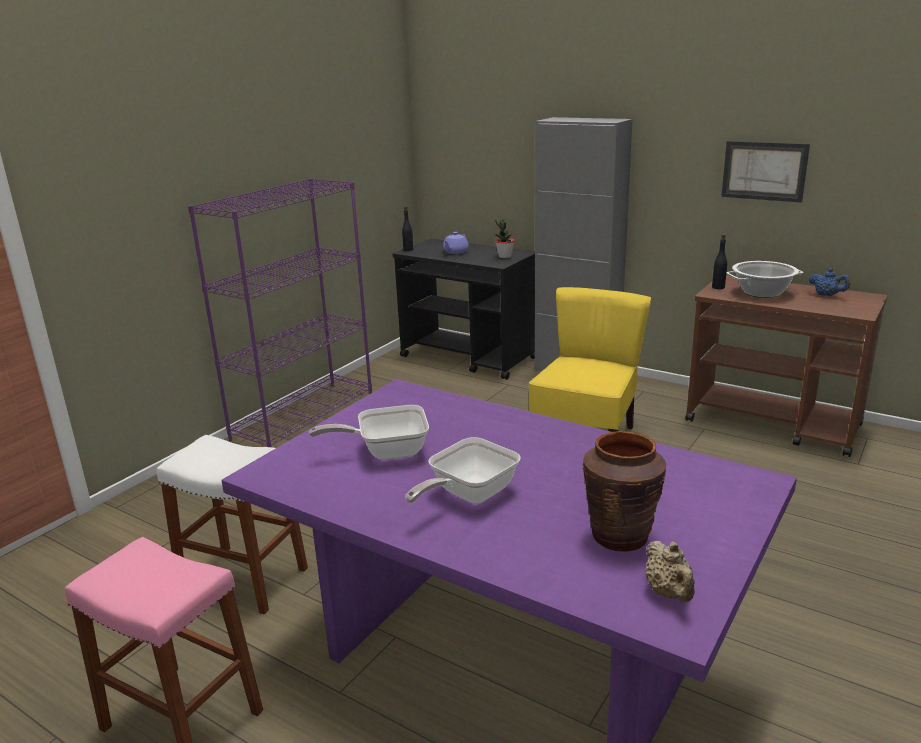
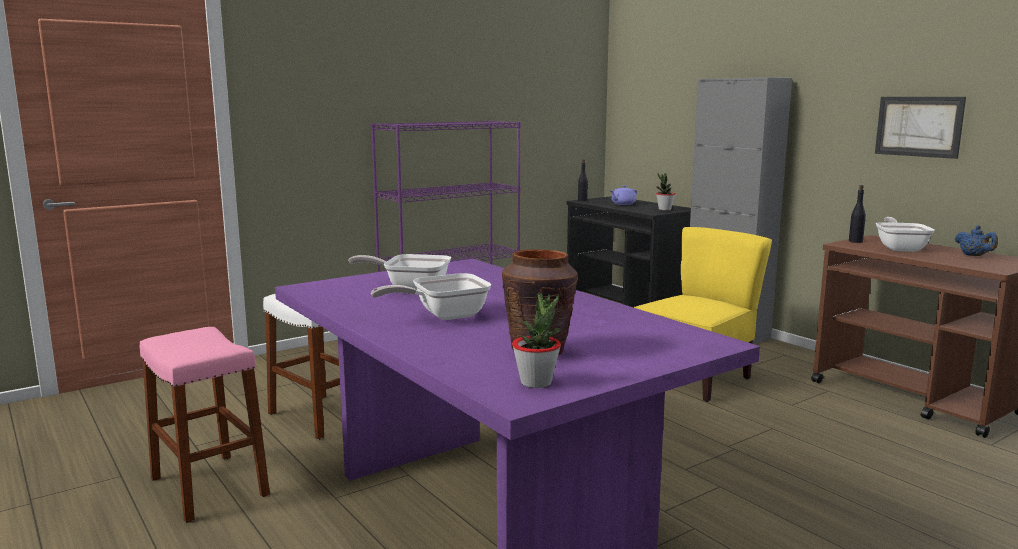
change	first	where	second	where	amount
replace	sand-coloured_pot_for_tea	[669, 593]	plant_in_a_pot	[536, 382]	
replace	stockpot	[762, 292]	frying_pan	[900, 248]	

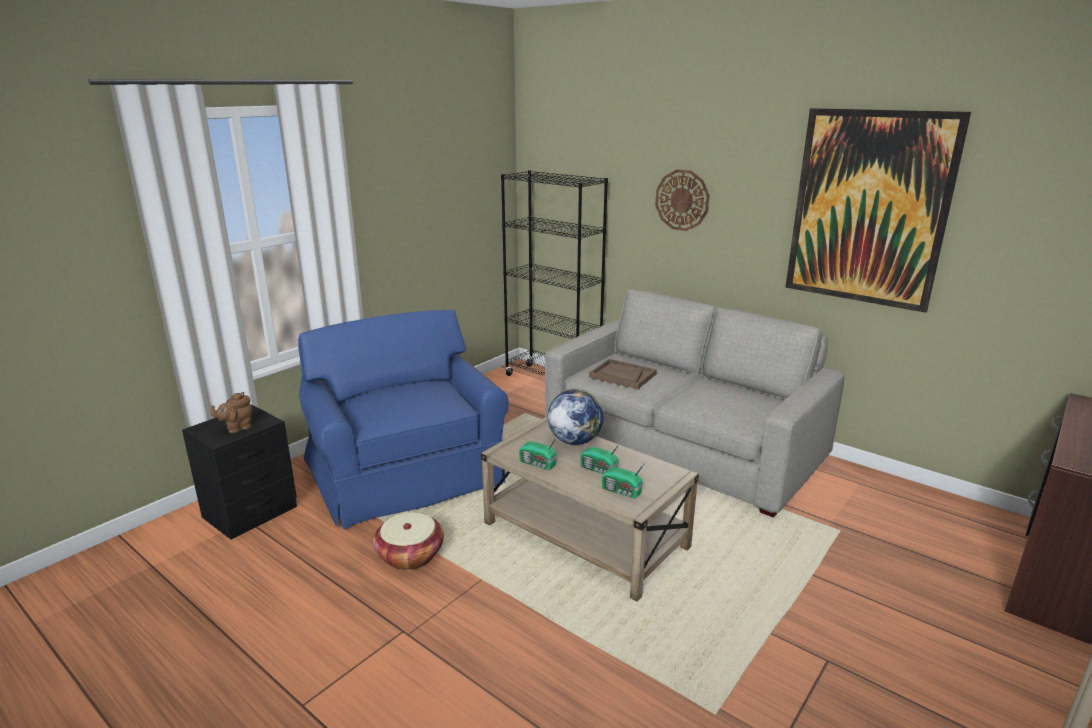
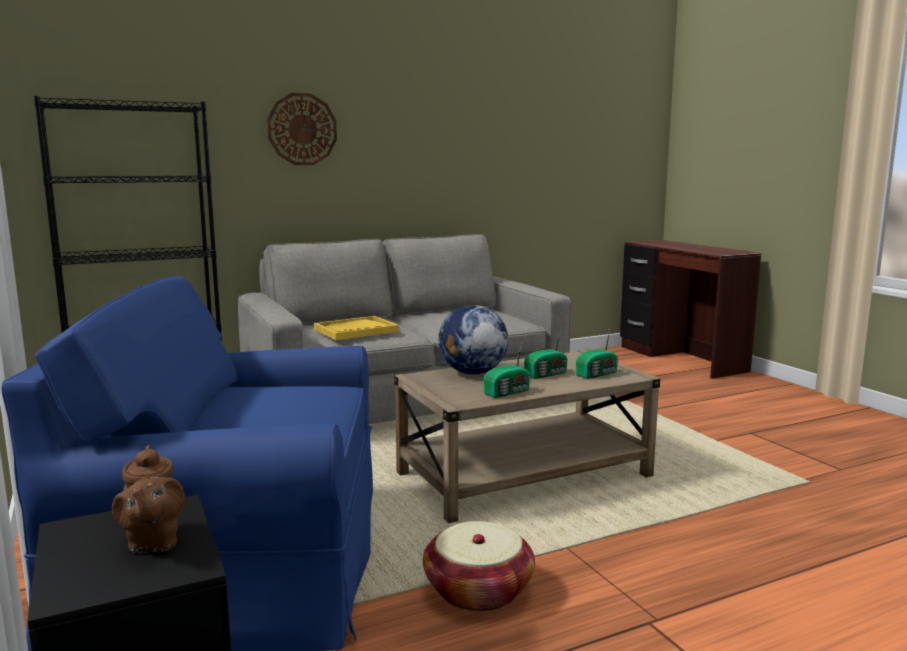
change	first	where	second	where	amount
recolor	brown-coloured_serving_tray	[622, 375]	yellow_serving_tray	[356, 330]	
delete	wall_art	[868, 209]			

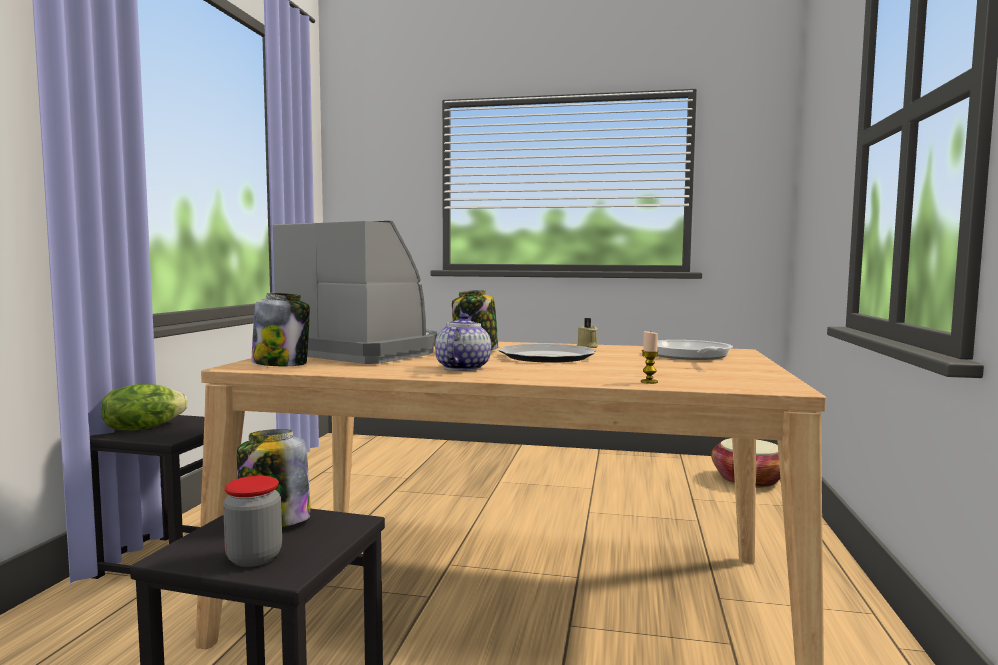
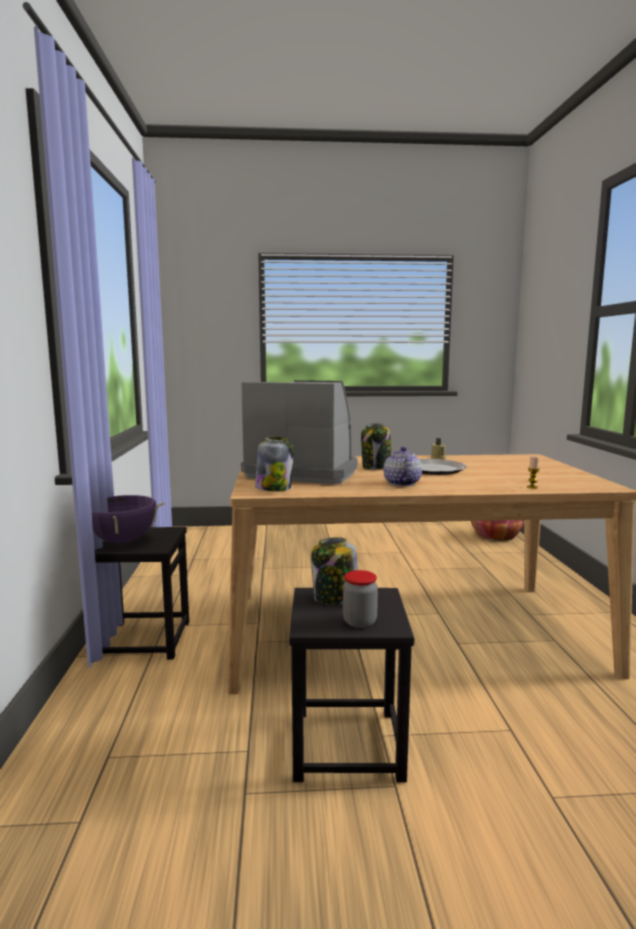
change	first	where	second	where	amount
replace	lettuce_head	[143, 428]	purple-coloured_stockpot	[121, 541]	
delete	frying_pan	[690, 356]			

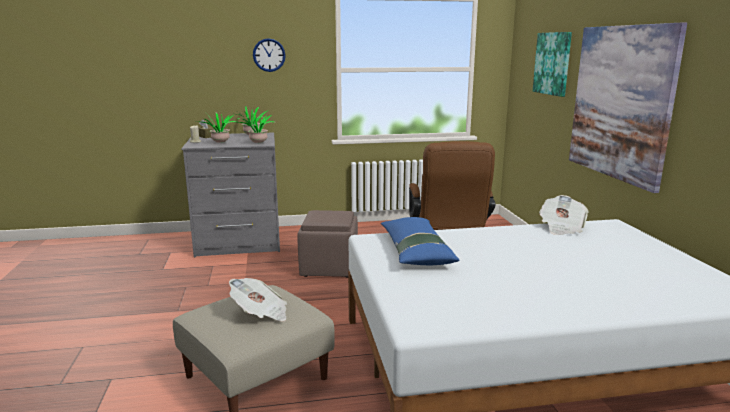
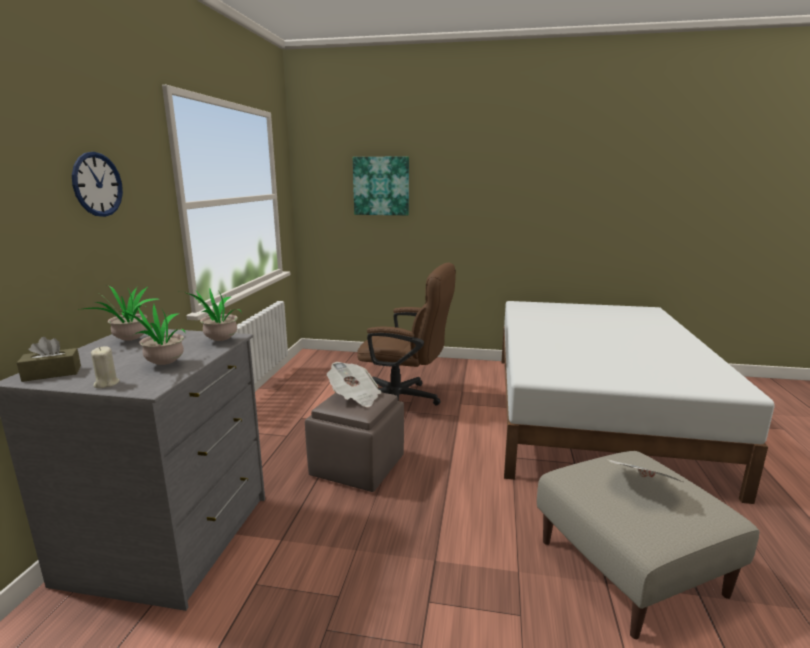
change	first	where	second	where	amount
delete	blue-coloured_pillow	[415, 251]			
move	newspaper	[561, 228]		[355, 397]	
delete	wall_art	[620, 103]			

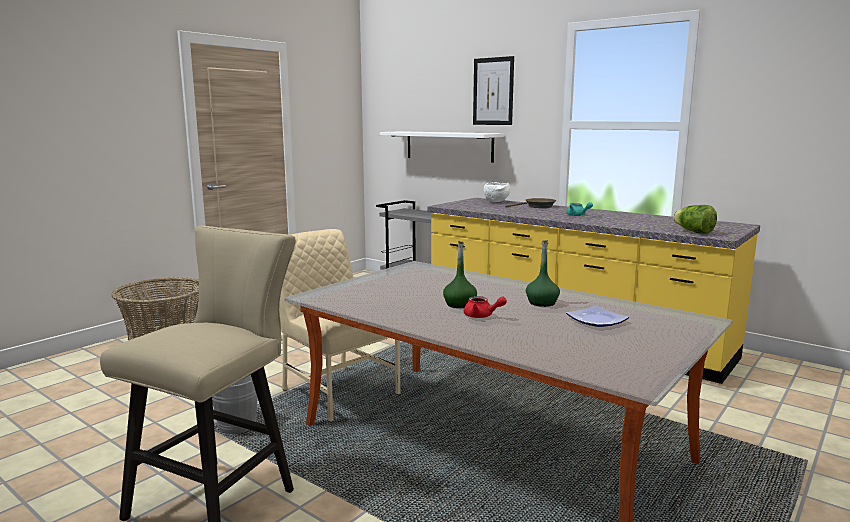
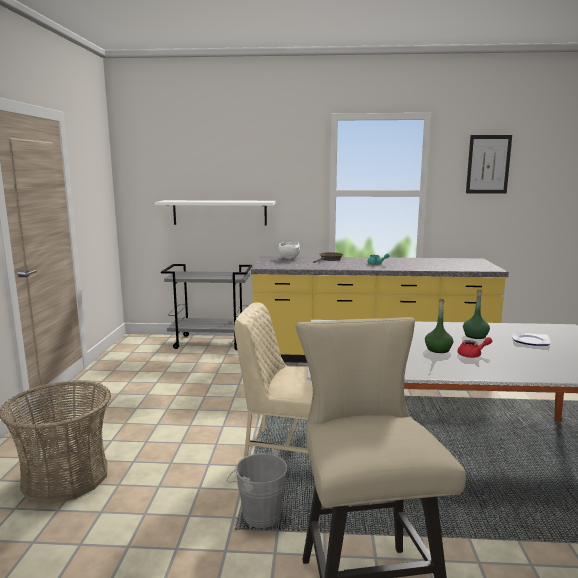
change	first	where	second	where	amount
move	wall_art	[493, 91]		[488, 164]	
delete	lettuce_head	[694, 232]			

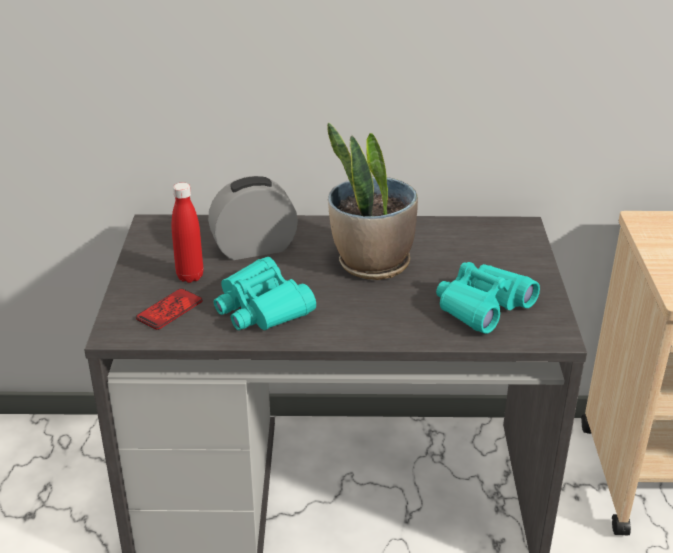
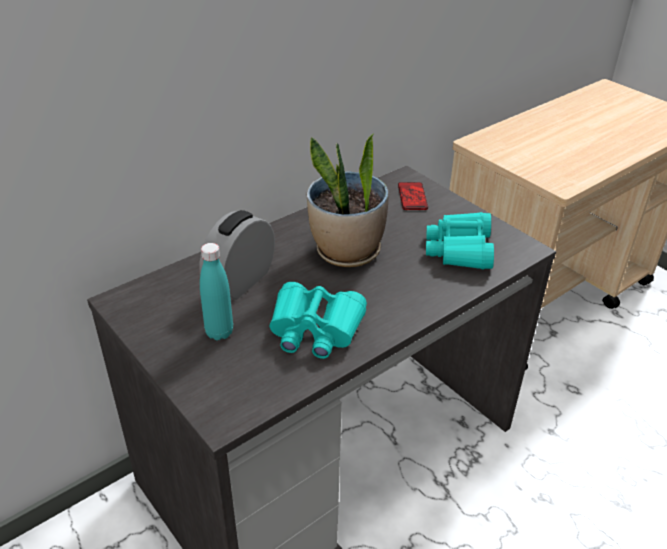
change	first	where	second	where	amount
move	telephone	[169, 310]		[412, 197]	
recolor	reddish_drink_bottle	[190, 276]	turquoise_drink_bottle	[219, 332]	

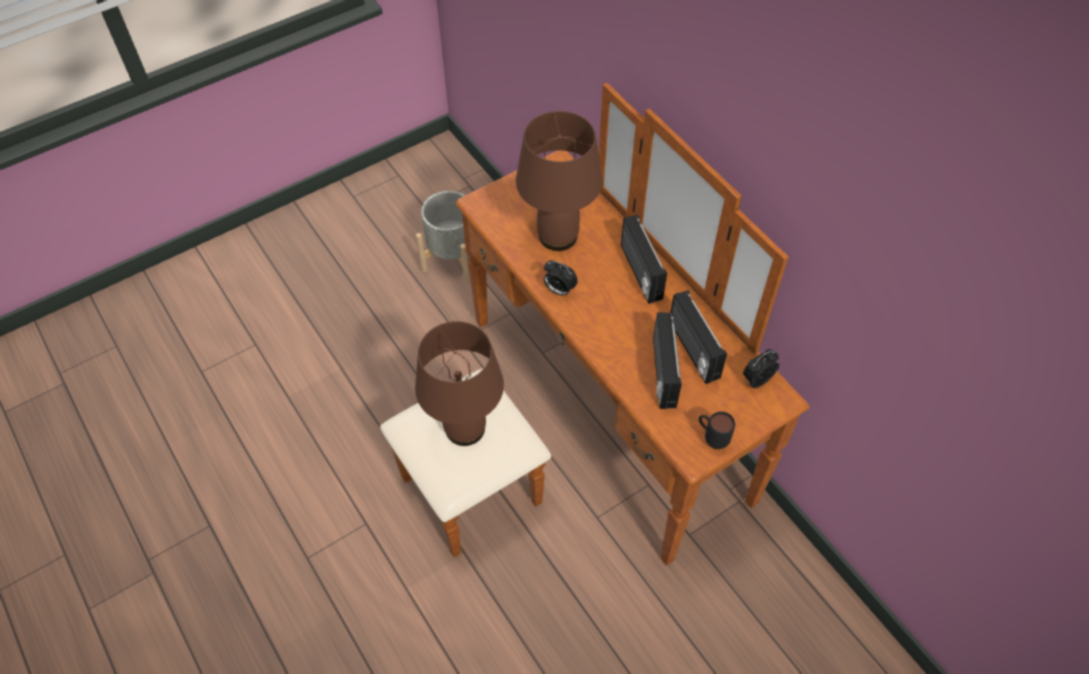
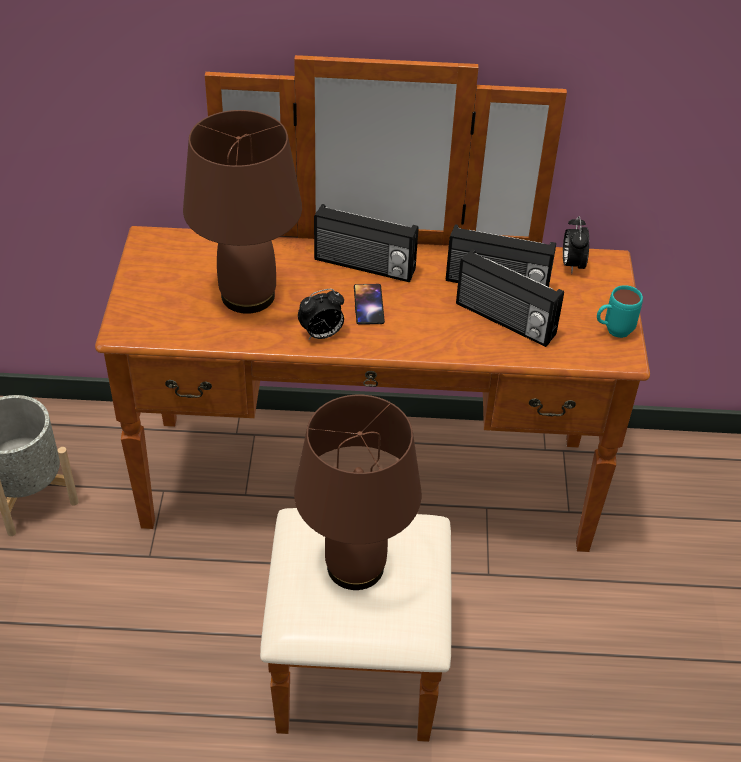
change	first	where	second	where	amount
recolor	black_coffee_mug	[711, 438]	turquoise_coffee_mug	[612, 331]	
insert			telephone	[368, 304]	

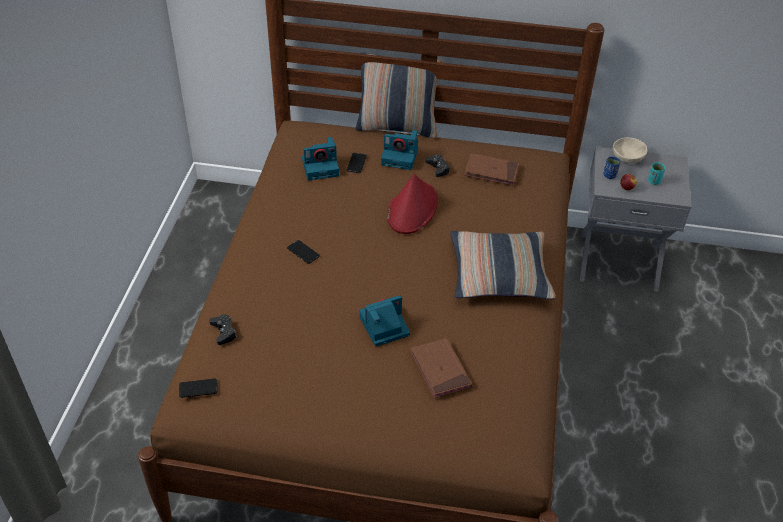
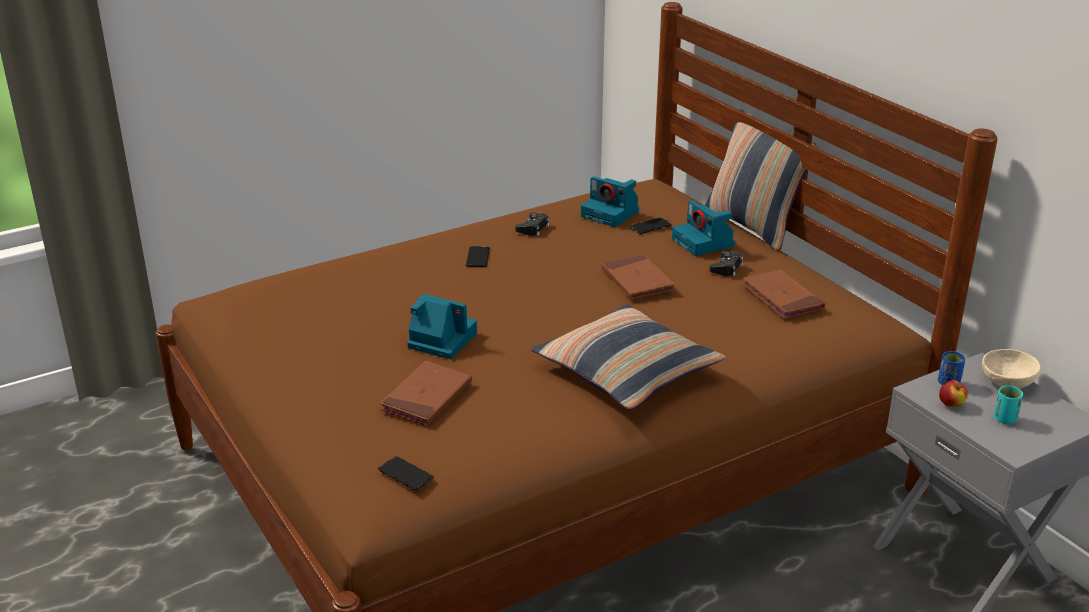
change	first	where	second	where	amount
move	telephone	[198, 388]		[405, 474]	
move	black_joypad	[223, 332]		[533, 228]	
replace	reddish_wearable_hat	[412, 209]	brown-coloured_volume	[637, 281]	

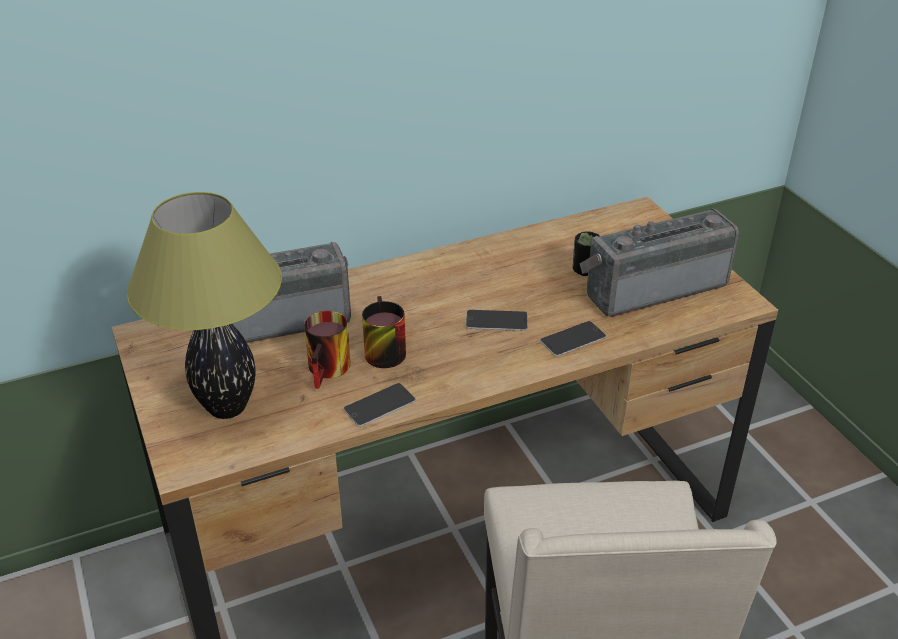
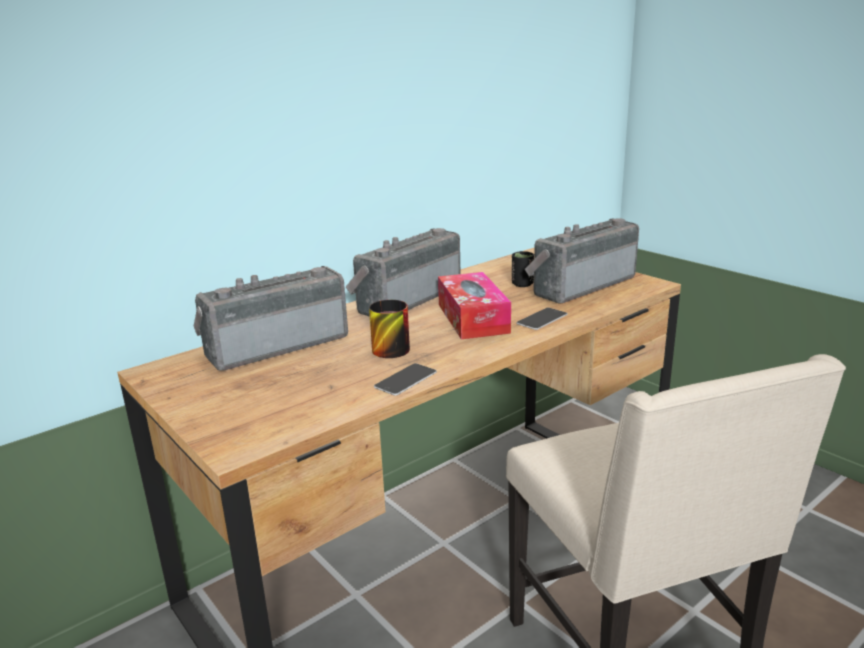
change	first	where	second	where	amount
delete	table_lamp	[227, 406]			
delete	coffee_mug	[331, 370]			
replace	telephone	[496, 321]	box_of_tissues	[472, 318]	
insert			radio	[406, 299]	

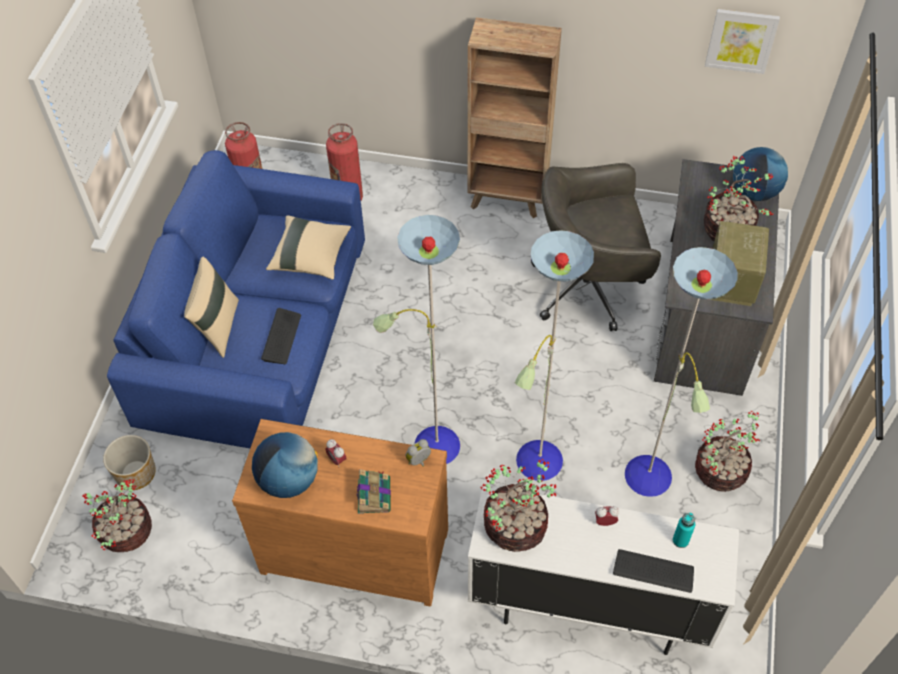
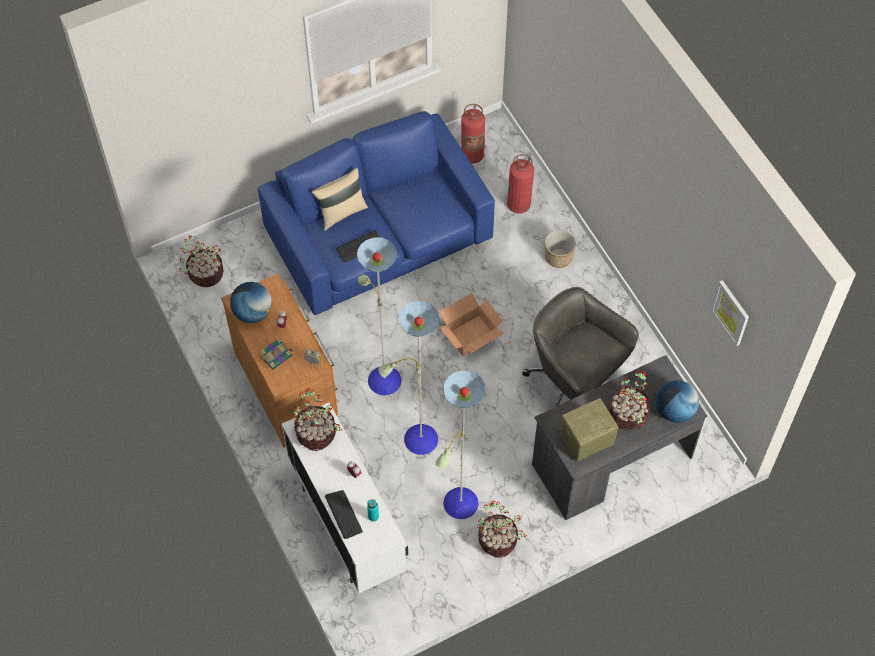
change	first	where	second	where	amount
move	plant_pot	[135, 473]		[558, 256]	
delete	sand-coloured_pillow	[310, 256]			
delete	brown-coloured_bookcase	[508, 199]			
insert			packing_box	[471, 336]	

